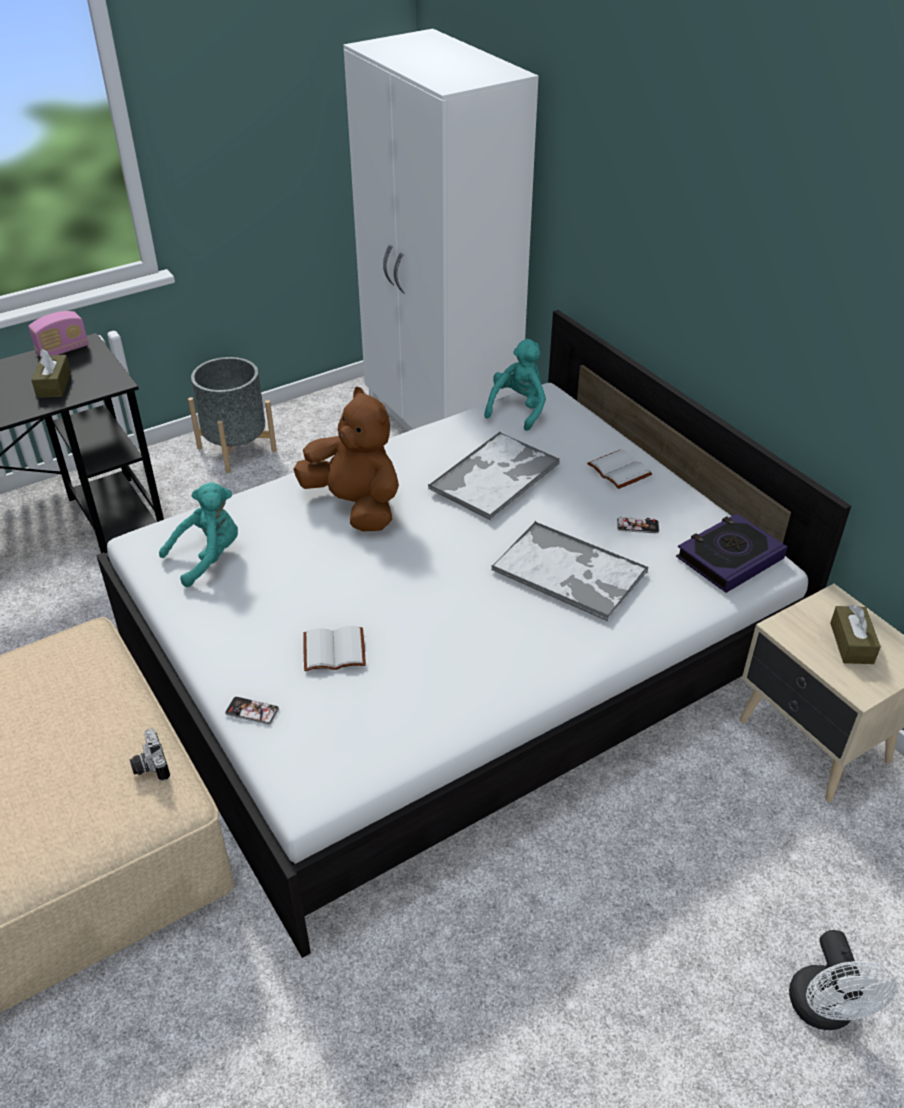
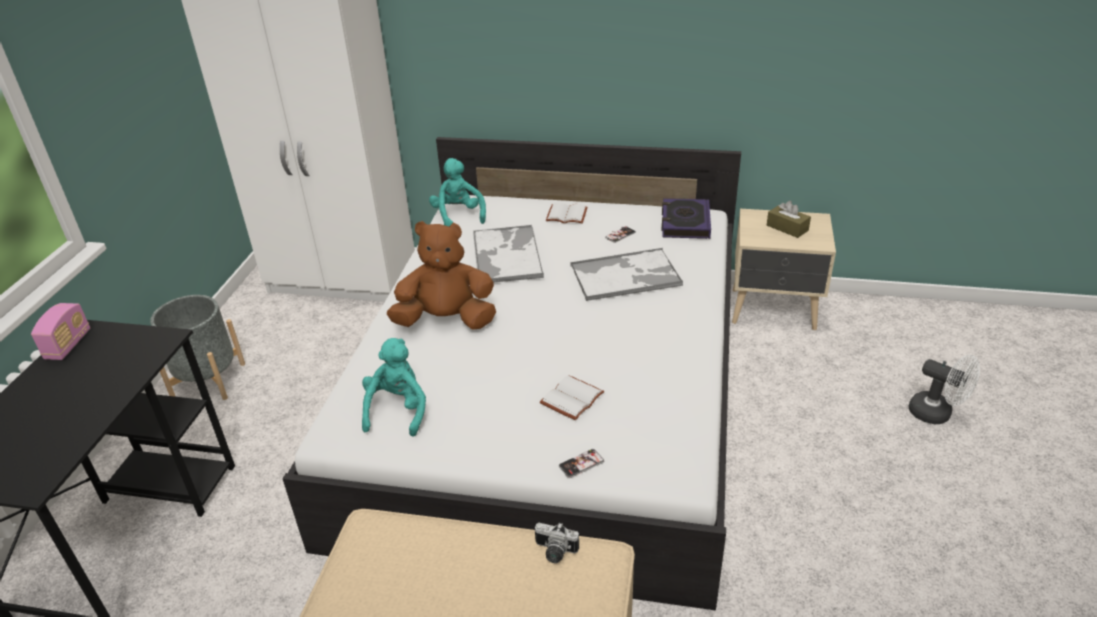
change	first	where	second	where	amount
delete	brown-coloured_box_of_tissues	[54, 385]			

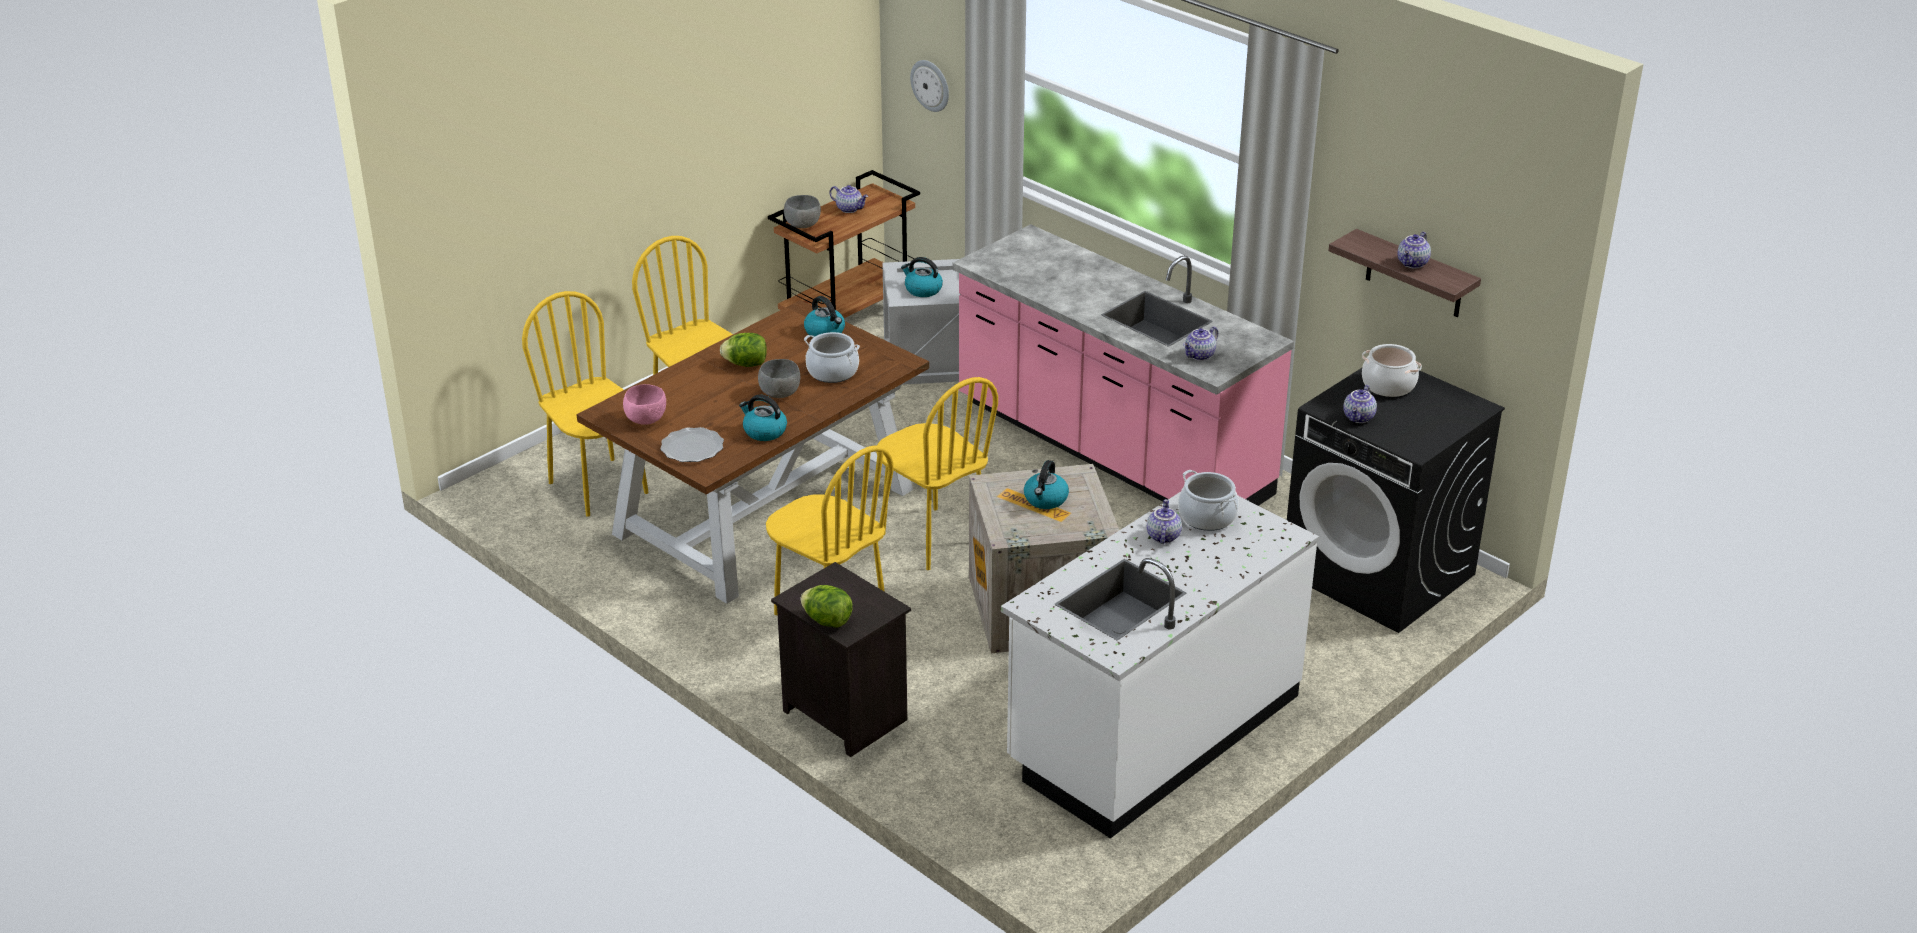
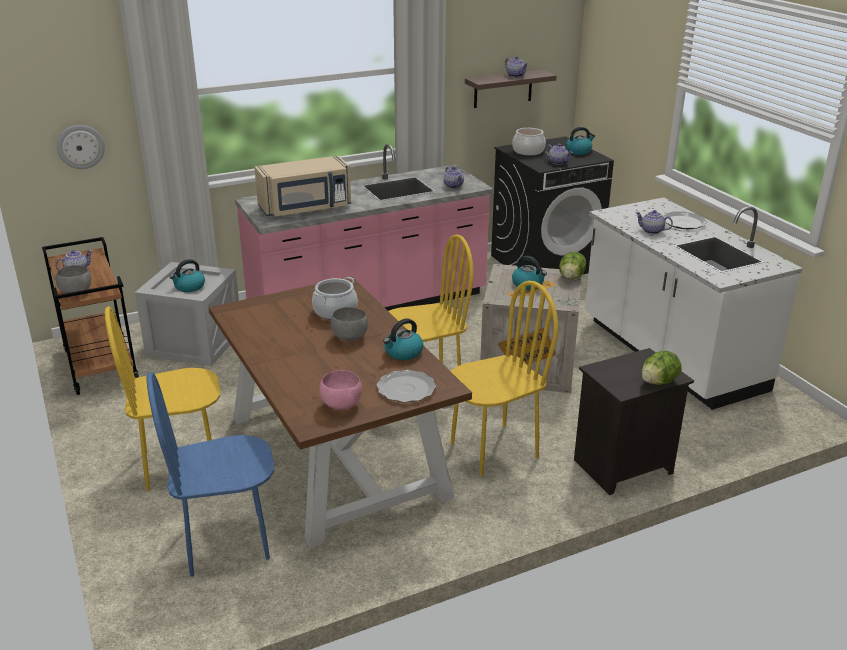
change	first	where	second	where	amount
recolor	yellow_upright_chair	[599, 487]	blue-coloured_upright_chair	[226, 543]	
move	lettuce_head	[746, 364]		[571, 278]	
move	kettle	[825, 332]		[578, 151]	
delete	stockpot	[1207, 517]			
insert			sand-coloured_kitchen_microwave	[306, 208]	
insert			plate	[683, 222]	

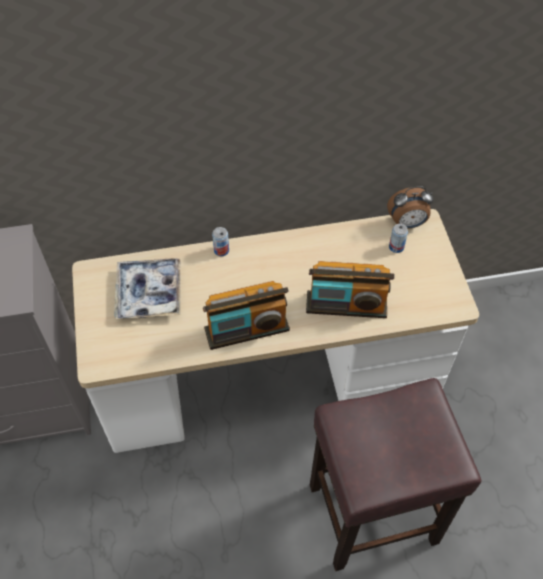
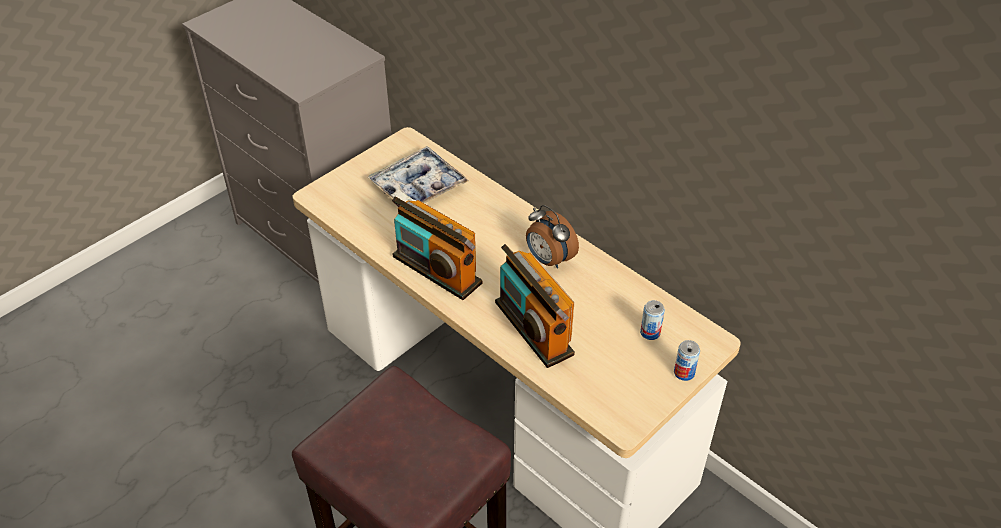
change	first	where	second	where	amount
move	can	[221, 250]		[684, 373]	
move	bedside_clock	[407, 223]		[548, 260]	

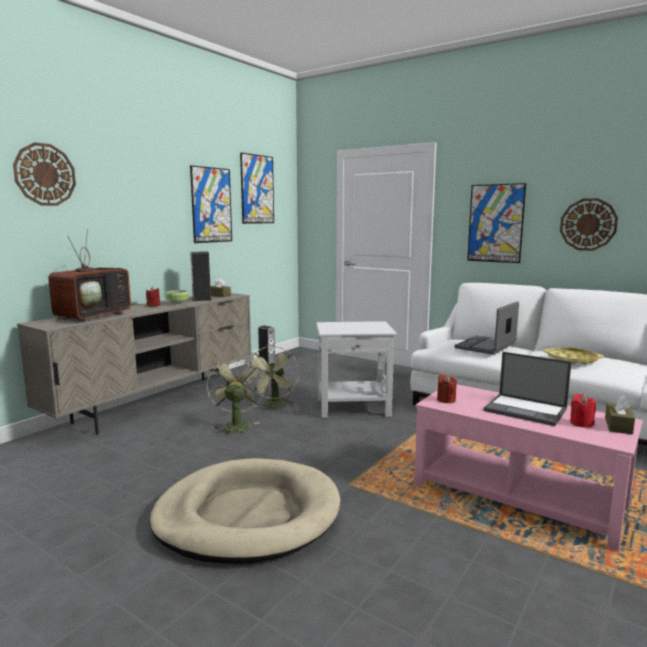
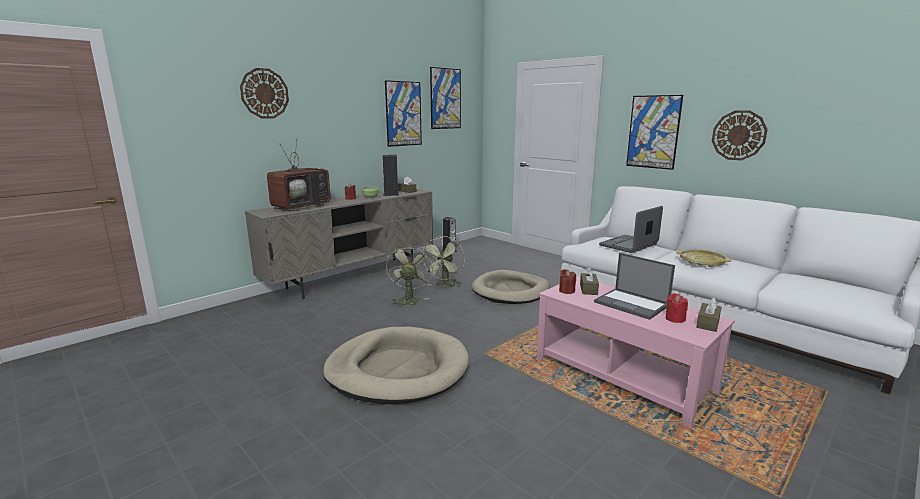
change	first	where	second	where	amount
replace	white-coloured_side_table	[354, 407]	sand-coloured_dog_cushion	[510, 291]	
insert			brown-coloured_box_of_tissues	[588, 289]	

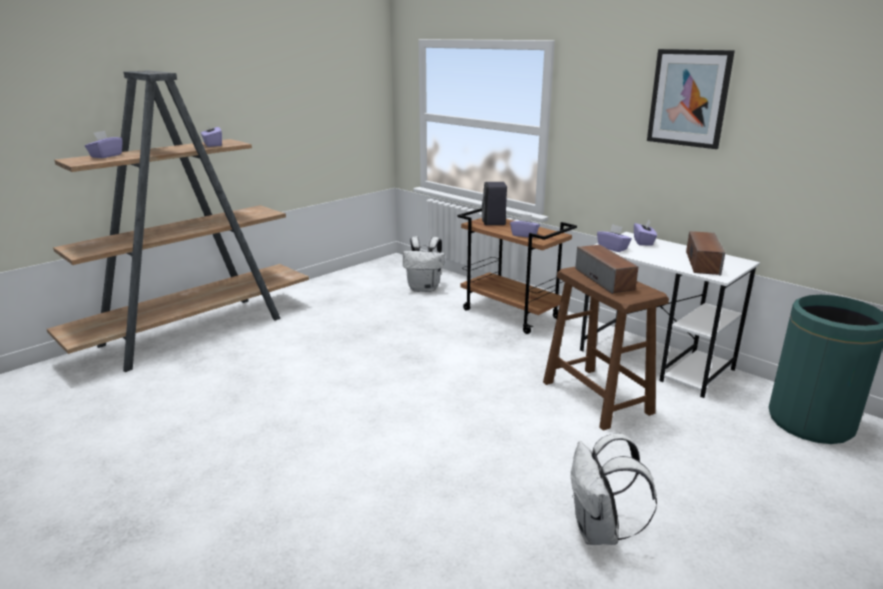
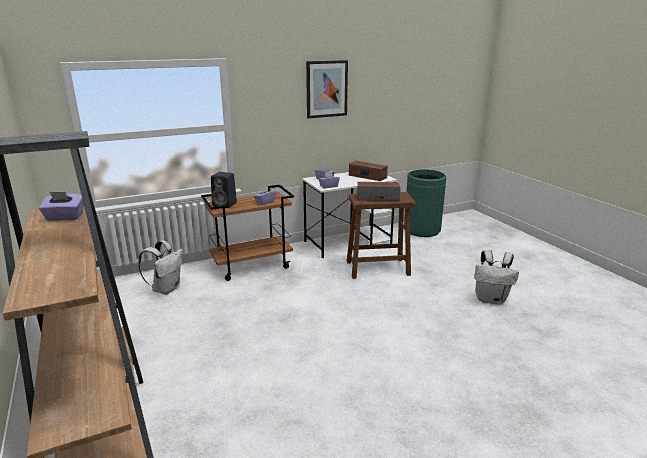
change	first	where	second	where	amount
delete	purple-coloured_box_of_tissues	[106, 156]			

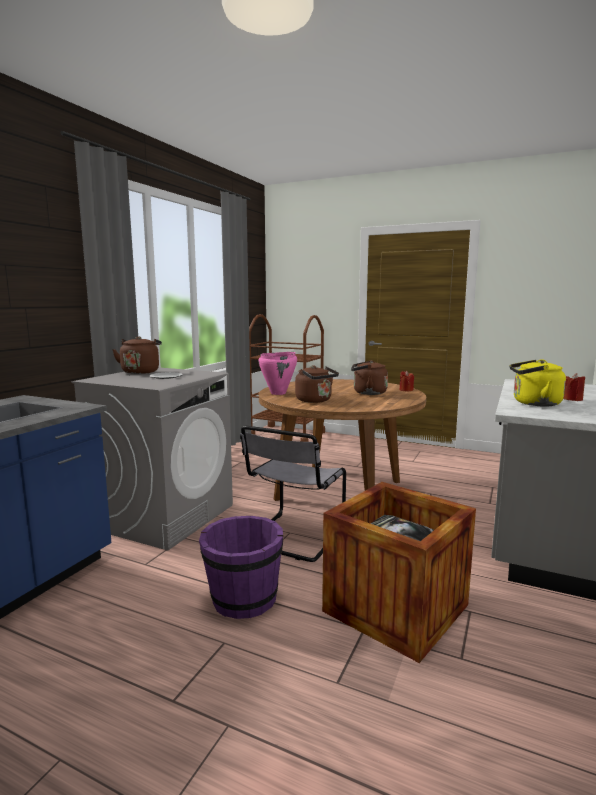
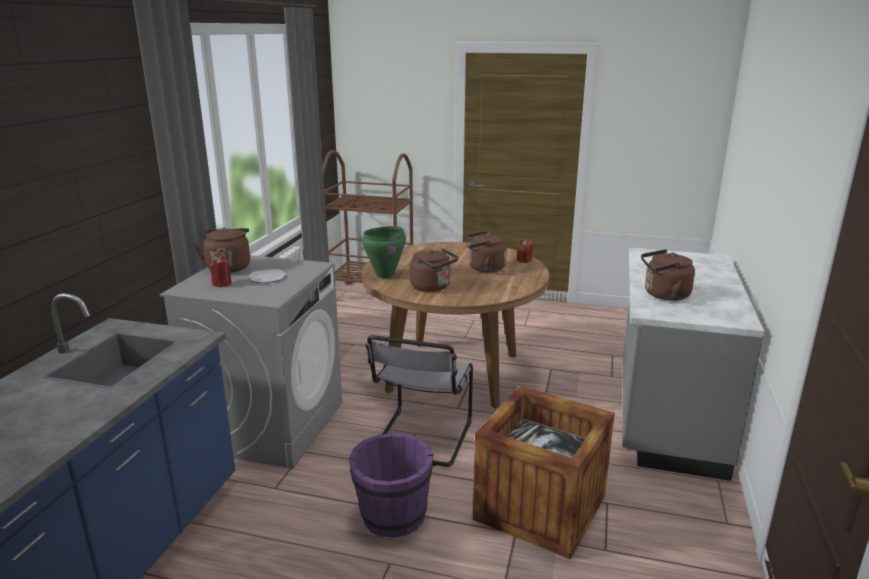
change	first	where	second	where	amount
recolor	pink_stockpot	[278, 393]	green_stockpot	[385, 275]	
recolor	yellow_kettle	[533, 403]	brown-coloured_kettle	[663, 295]	
move	reddish_wax_light	[572, 399]		[222, 284]	

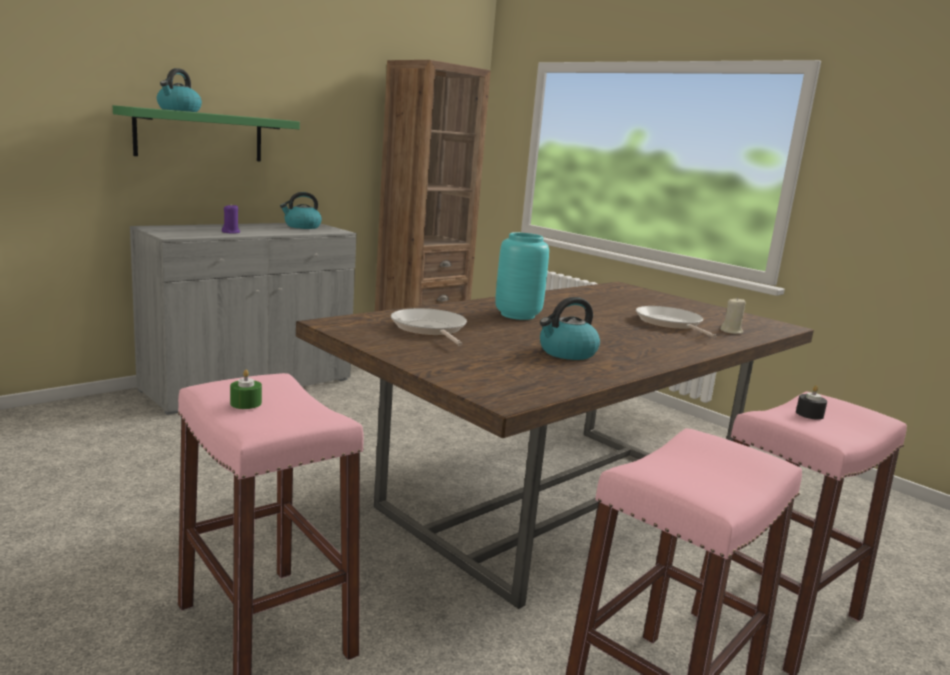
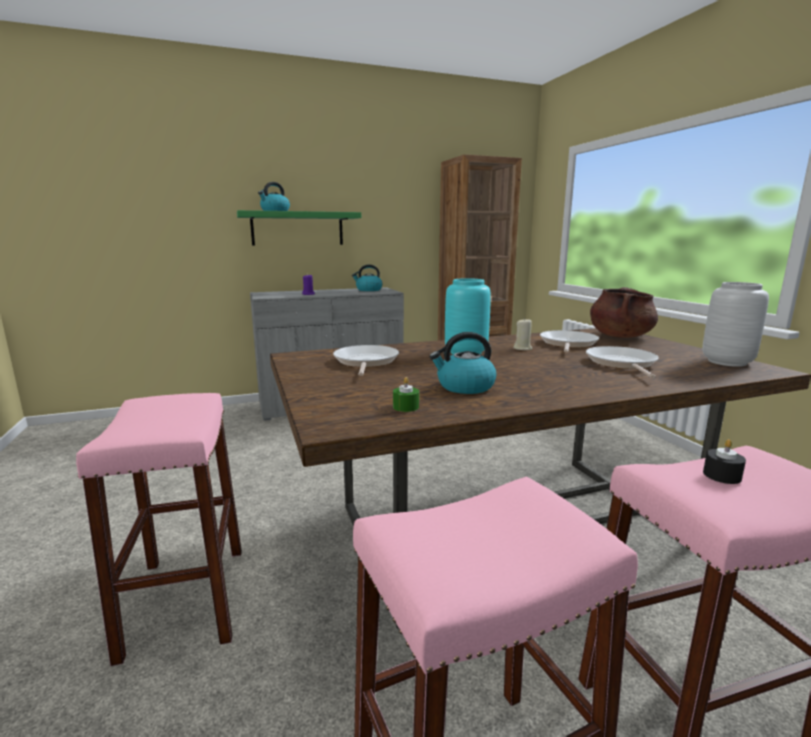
change	first	where	second	where	amount
move	green_wax_light	[246, 403]		[406, 407]	
move	sand-coloured_wax_light	[731, 331]		[522, 348]	
insert			frying_pan	[567, 344]	
insert			brown-coloured_stockpot	[620, 336]	
insert			greyish_vase	[726, 362]	

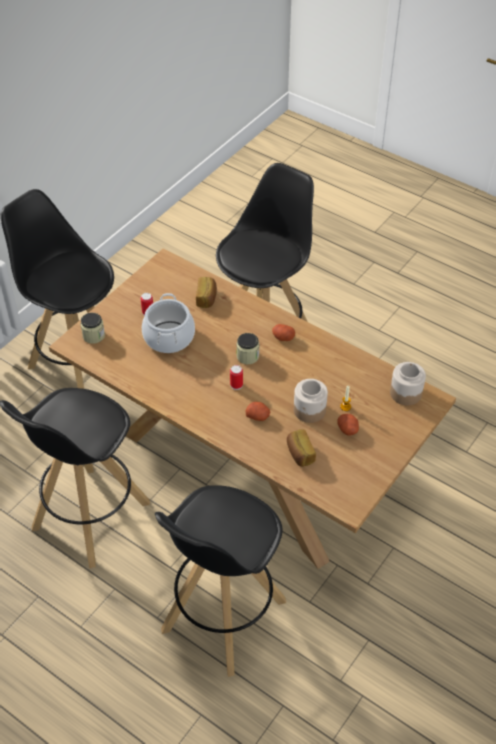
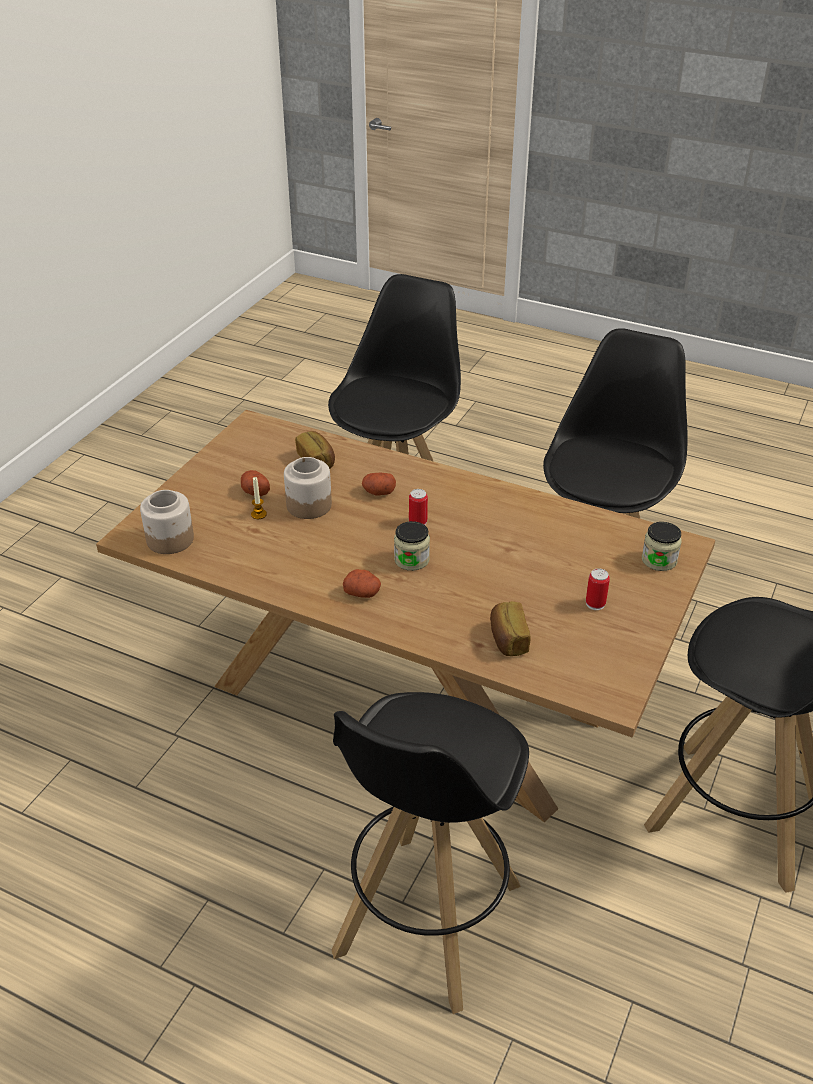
change	first	where	second	where	amount
delete	stockpot	[169, 337]			

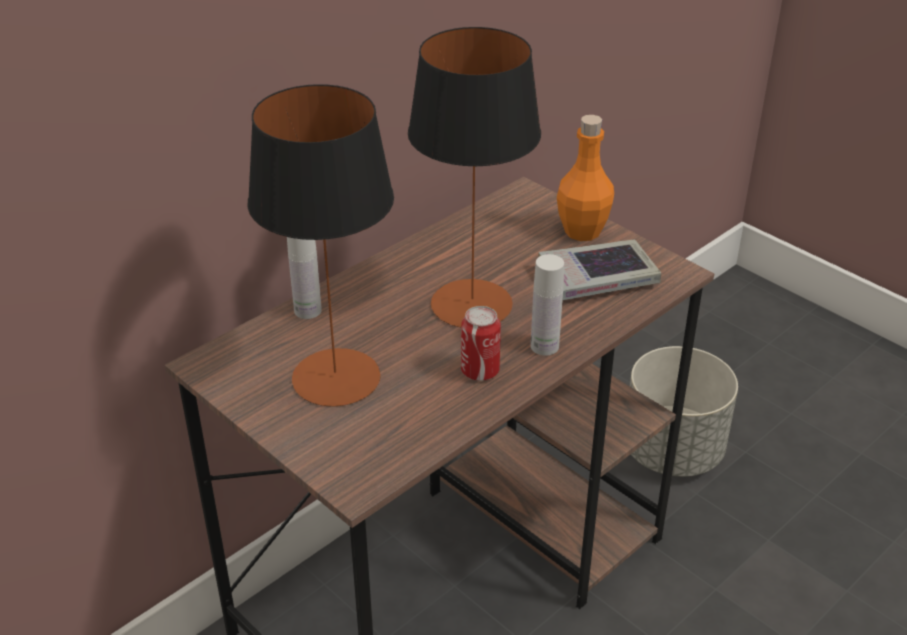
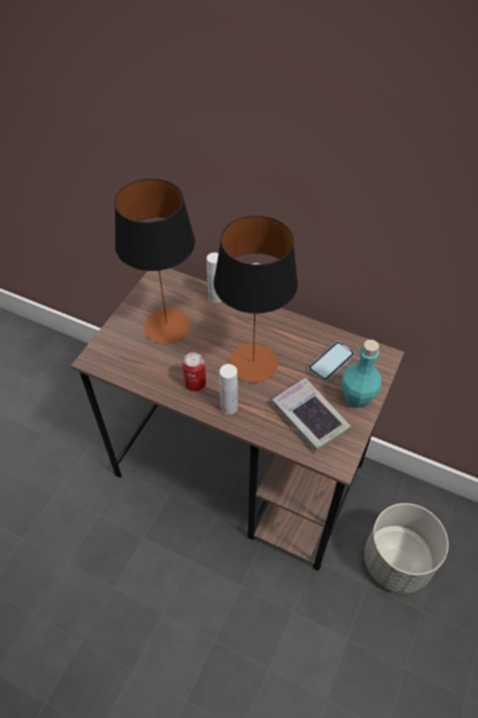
change	first	where	second	where	amount
recolor	orangey_drink_bottle	[582, 231]	turquoise_drink_bottle	[356, 398]	
insert			telephone	[331, 362]	

